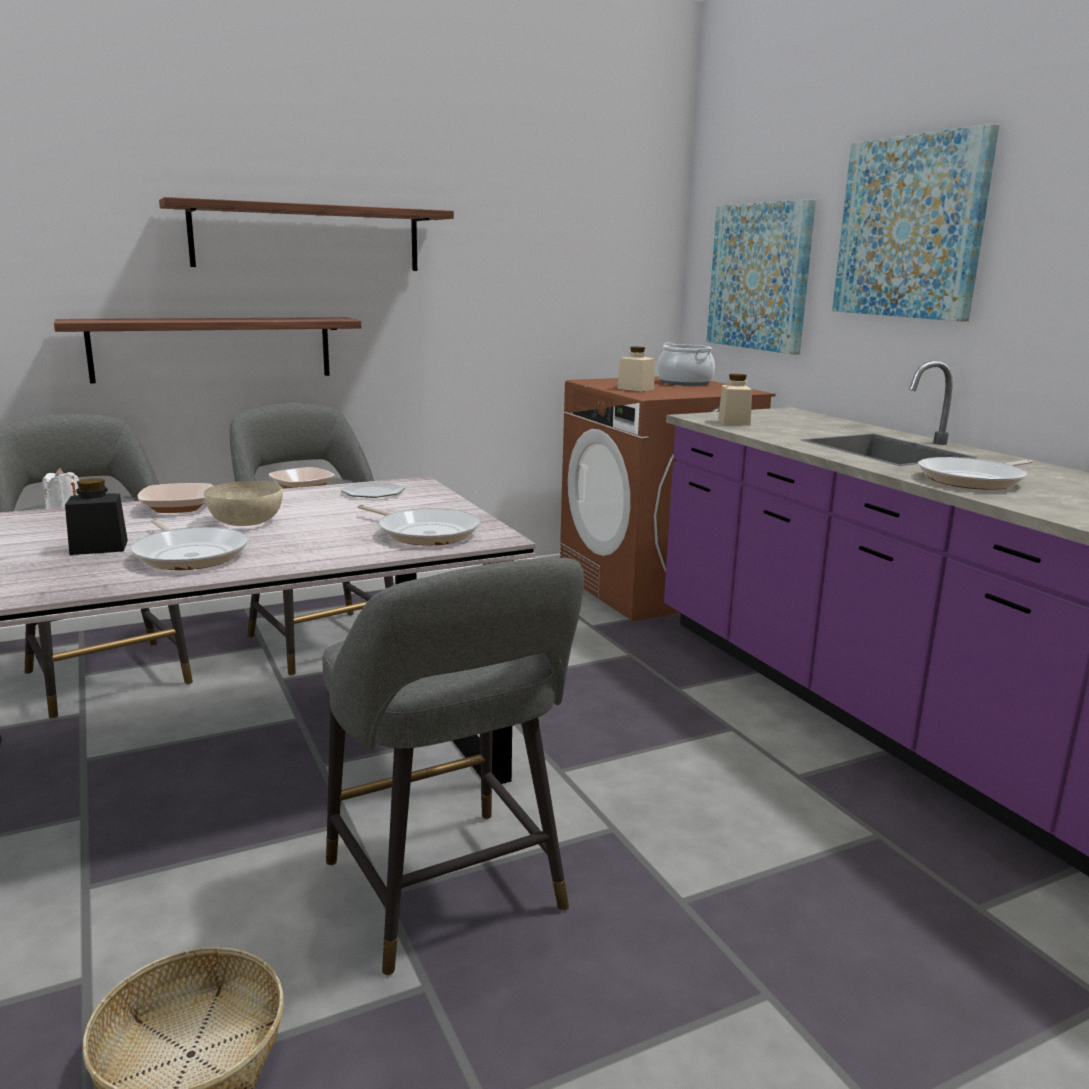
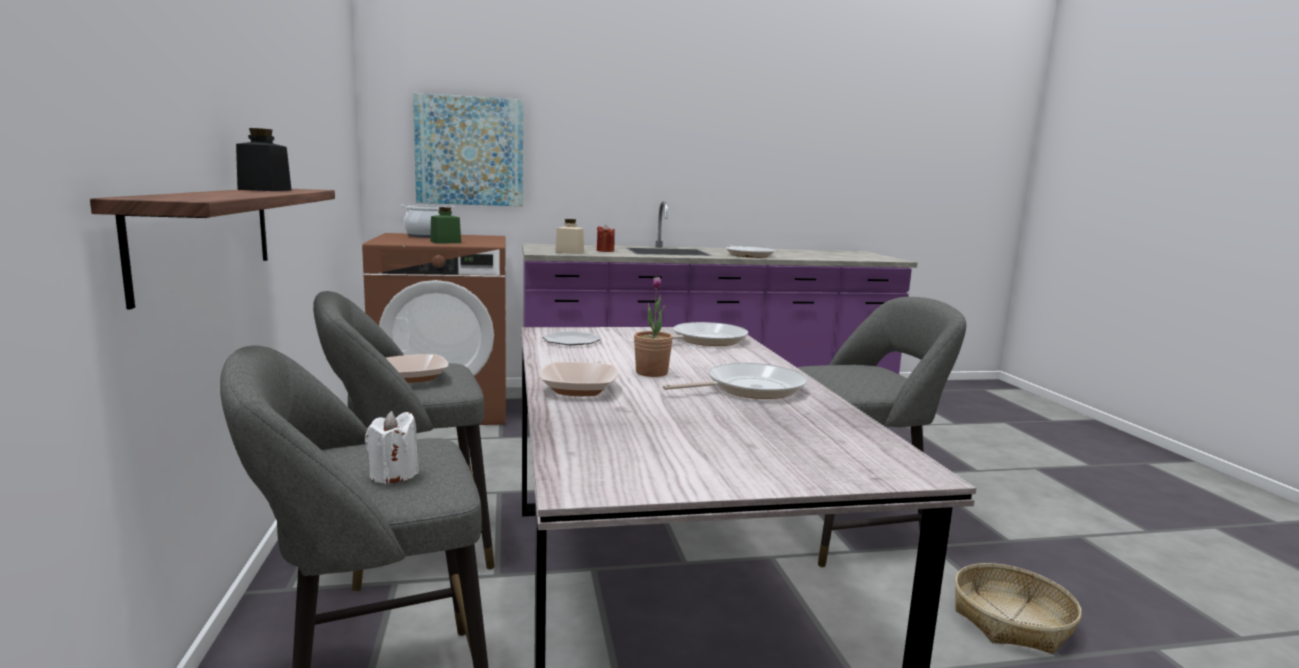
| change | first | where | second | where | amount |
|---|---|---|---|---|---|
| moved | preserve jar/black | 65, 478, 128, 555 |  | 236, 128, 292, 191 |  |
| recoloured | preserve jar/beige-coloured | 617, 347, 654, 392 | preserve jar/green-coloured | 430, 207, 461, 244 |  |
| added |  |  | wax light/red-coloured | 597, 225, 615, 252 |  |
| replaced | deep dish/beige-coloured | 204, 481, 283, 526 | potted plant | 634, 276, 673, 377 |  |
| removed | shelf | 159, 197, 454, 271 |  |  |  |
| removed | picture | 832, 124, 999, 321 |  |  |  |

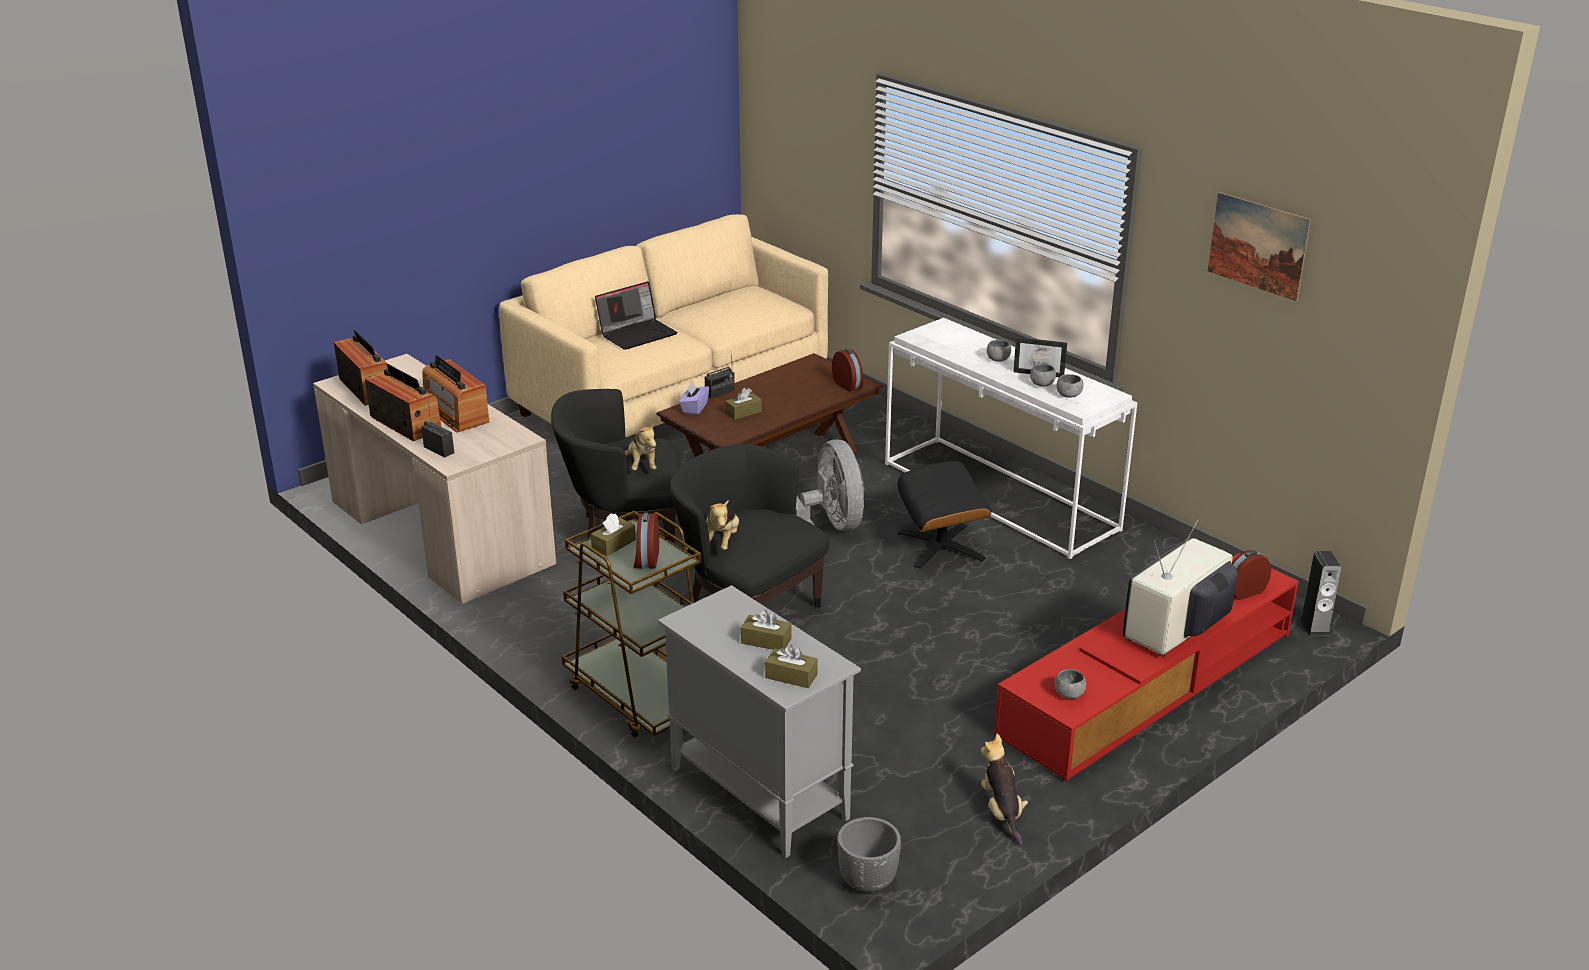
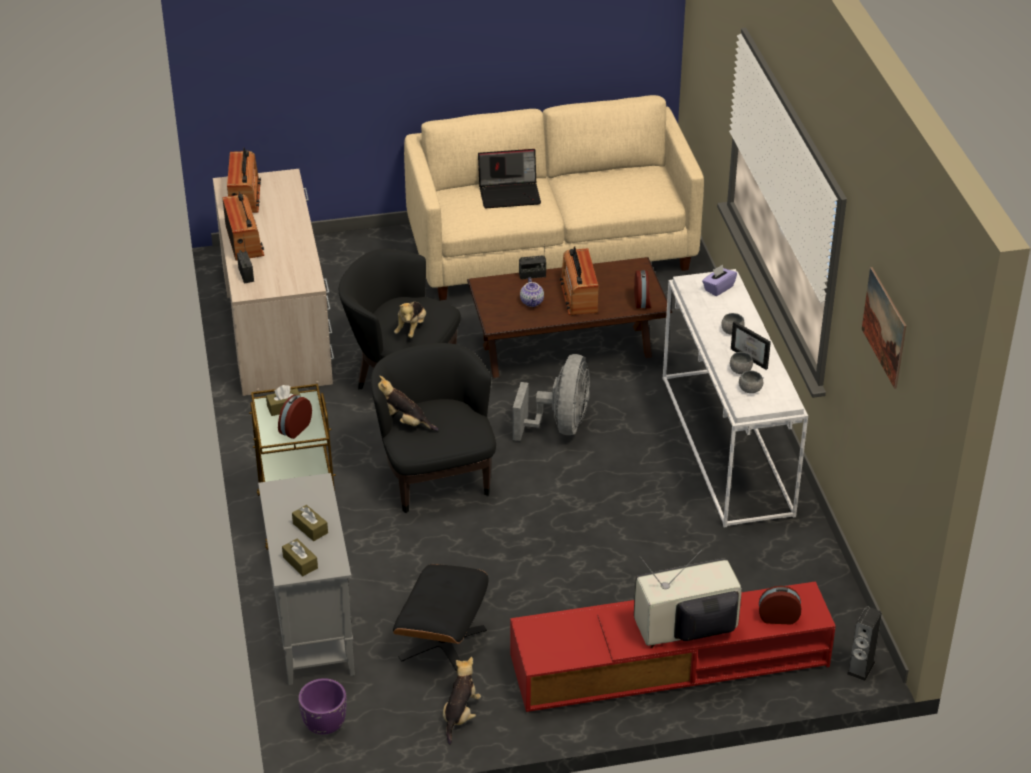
| change | first | where | second | where | amount |
|---|---|---|---|---|---|
| recoloured | plant pot/grey | 837, 817, 901, 893 | plant pot/purplish | 298, 678, 347, 735 |  |
| turned | soft toy | 706, 500, 739, 550 |  | 378, 376, 439, 431 | 75 degrees clockwise |
| moved | pouffe/black | 897, 461, 991, 569 |  | 393, 564, 488, 671 |  |
| replaced | box of tissues/brownish | 725, 388, 762, 420 | teapot | 520, 277, 544, 307 |  |
| moved | radio | 422, 355, 489, 433 |  | 560, 246, 598, 315 |  |
| moved | box of tissues/purplish | 679, 381, 709, 415 |  | 702, 265, 737, 296 |  |
| removed | deep dish/grey | 1055, 669, 1086, 699 |  |  |  |

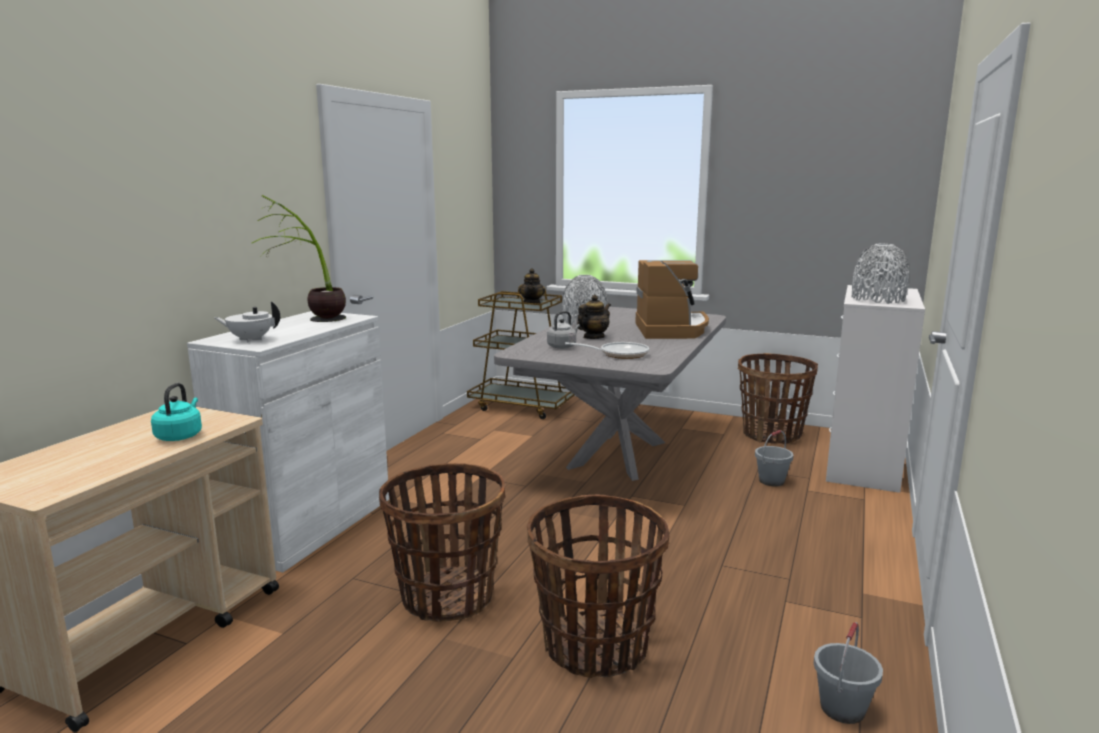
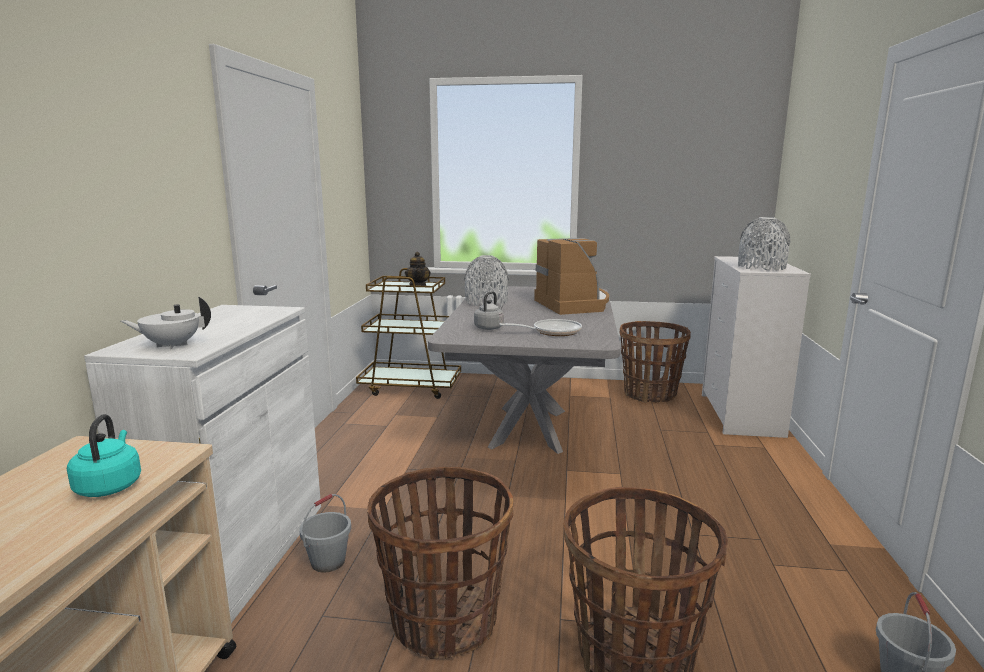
| change | first | where | second | where | amount |
|---|---|---|---|---|---|
| moved | bucket/grey | 755, 430, 793, 486 |  | 299, 494, 351, 573 |  |
| removed | potted plant | 252, 195, 346, 322 |  |  |  |
| removed | teapot | 577, 295, 611, 339 |  |  |  |

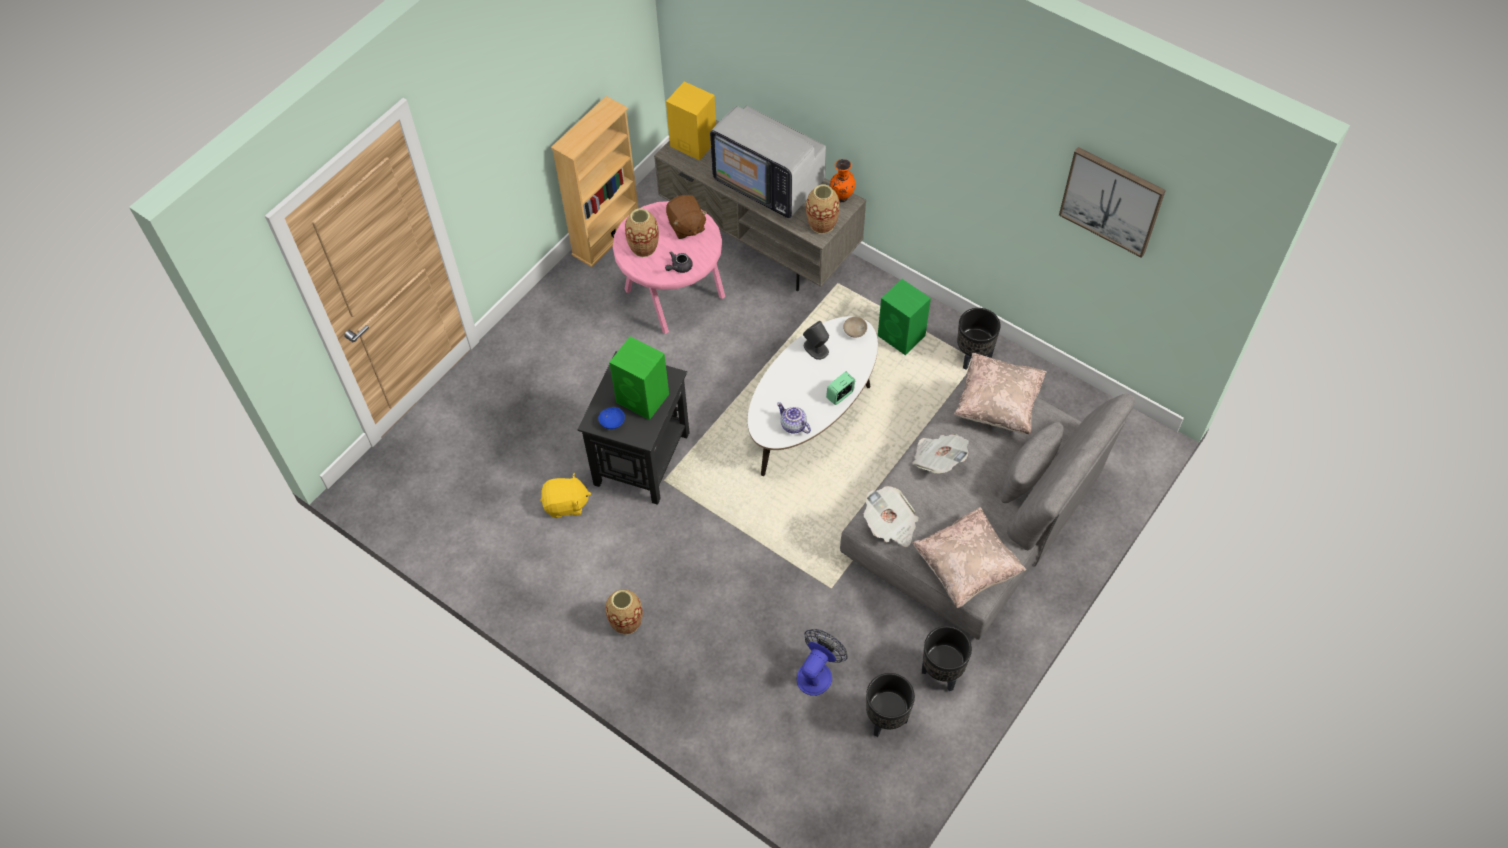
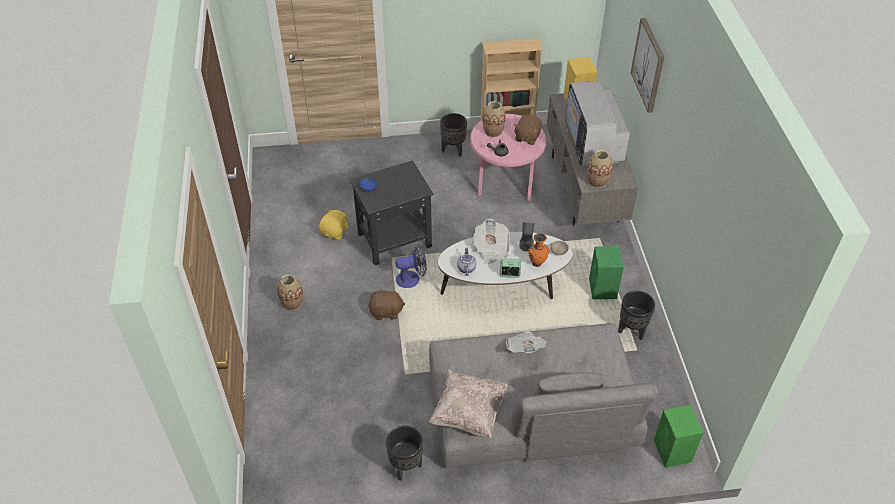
| change | first | where | second | where | amount |
|---|---|---|---|---|---|
| turned | soft toy/yellow | 541, 473, 591, 518 |  | 319, 209, 349, 240 | 105 degrees counterclockwise |
| added |  |  | soft toy/brownish | 368, 288, 405, 320 |  |
| moved | fan | 797, 629, 848, 696 |  | 395, 244, 427, 288 |  |
| moved | plant pot/black | 866, 673, 915, 737 |  | 440, 113, 467, 157 |  |
| moved | daily paper | 864, 486, 918, 547 |  | 473, 219, 510, 264 |  |
| moved | flower vase/orange-coloured | 830, 159, 855, 202 |  | 528, 233, 550, 267 |  |
| moved | picture | 1059, 147, 1166, 258 |  | 631, 18, 664, 113 |  |
| moved | speaker/green-coloured | 609, 337, 669, 420 |  | 654, 405, 704, 468 |  |
| removed | throw pillow/beige-coloured | 954, 353, 1047, 434 |  |  |  |

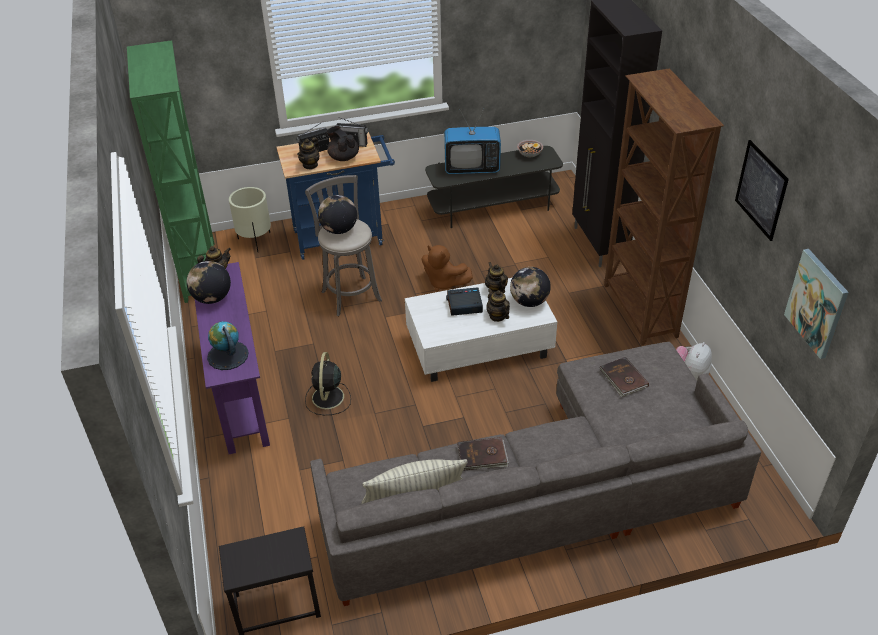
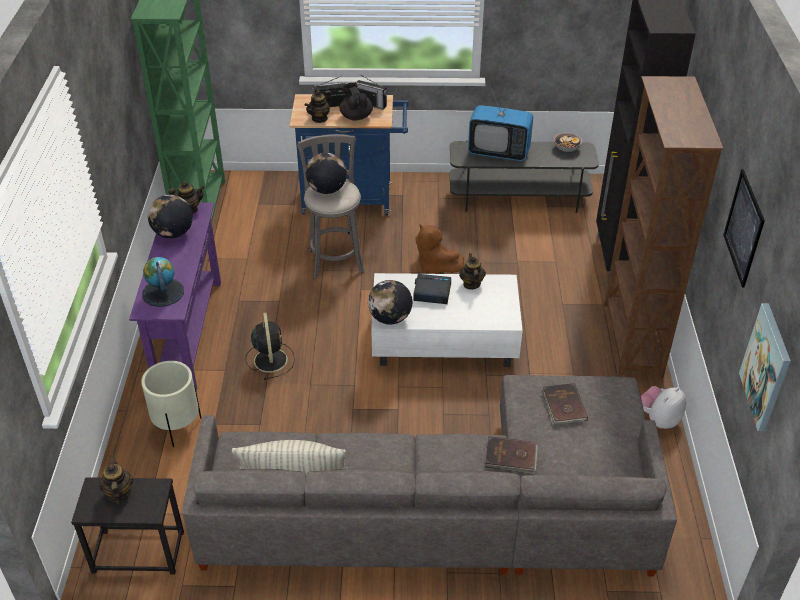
| change | first | where | second | where | amount |
|---|---|---|---|---|---|
| moved | teapot | 487, 288, 510, 322 |  | 99, 455, 134, 504 |  |
| moved | plant pot/beige-coloured | 229, 187, 271, 252 |  | 141, 361, 201, 447 |  |
| turned | fan/black | 305, 352, 351, 415 |  | 245, 313, 295, 380 | 150 degrees clockwise |
| moved | world globe | 510, 267, 551, 307 |  | 368, 280, 412, 325 |  |
| moved | book/brownish | 458, 437, 509, 471 |  | 484, 436, 538, 474 |  |

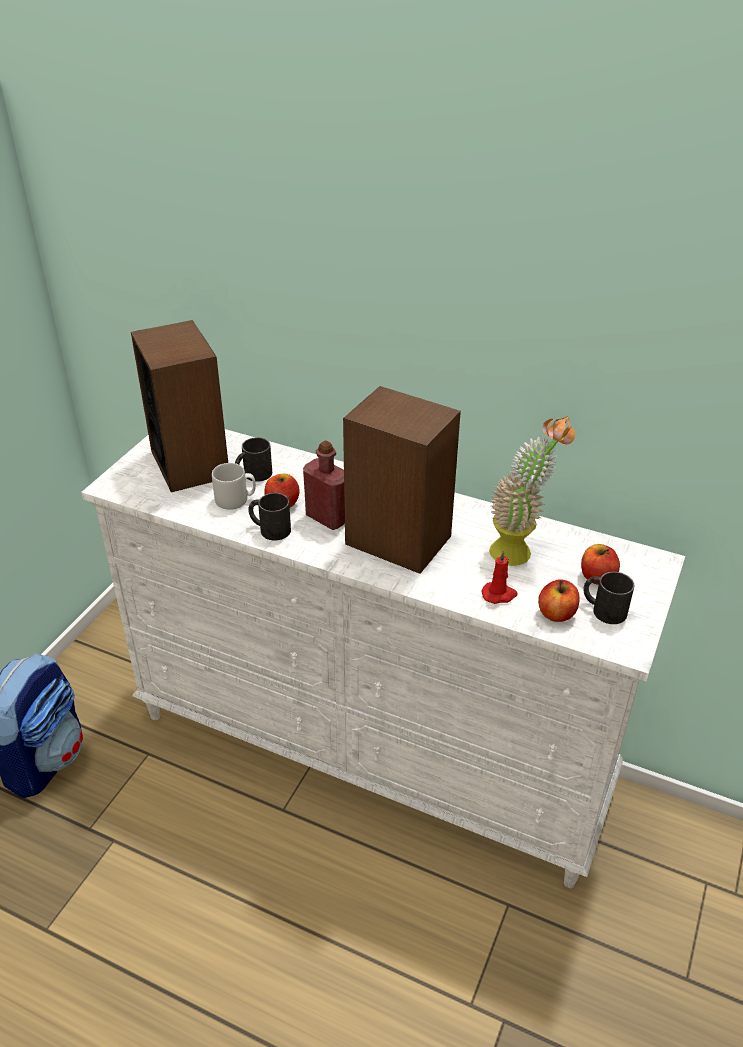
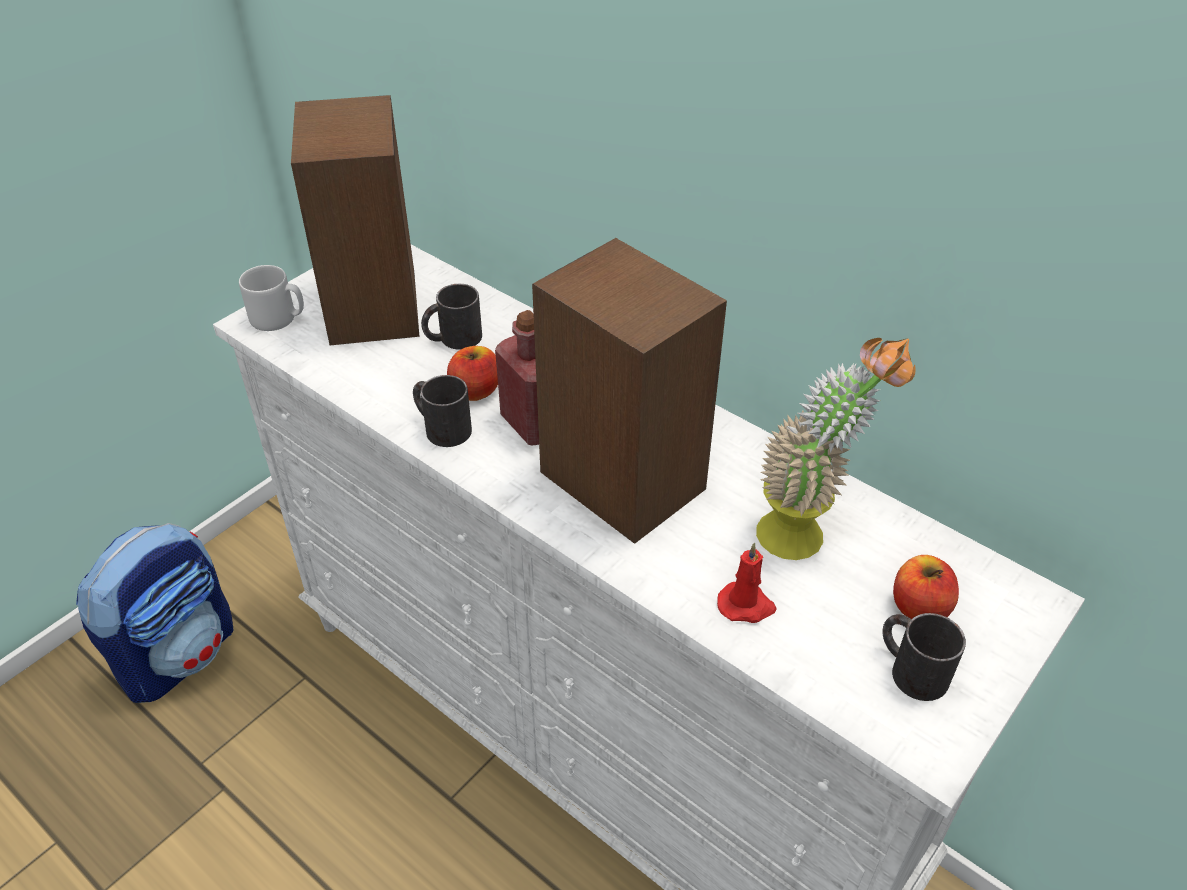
| change | first | where | second | where | amount |
|---|---|---|---|---|---|
| moved | tea mug/grey | 212, 463, 256, 510 |  | 239, 265, 304, 331 |  |
| removed | whole apple | 538, 580, 580, 622 |  |  |  |

